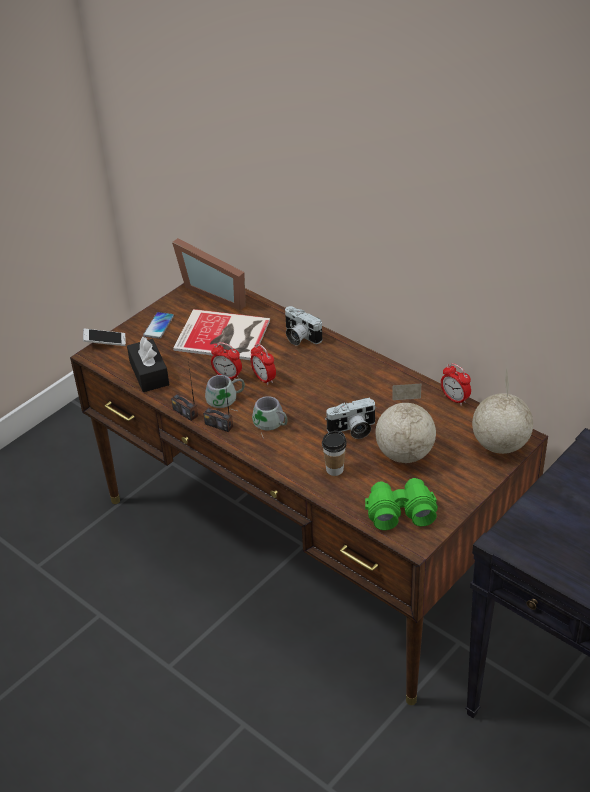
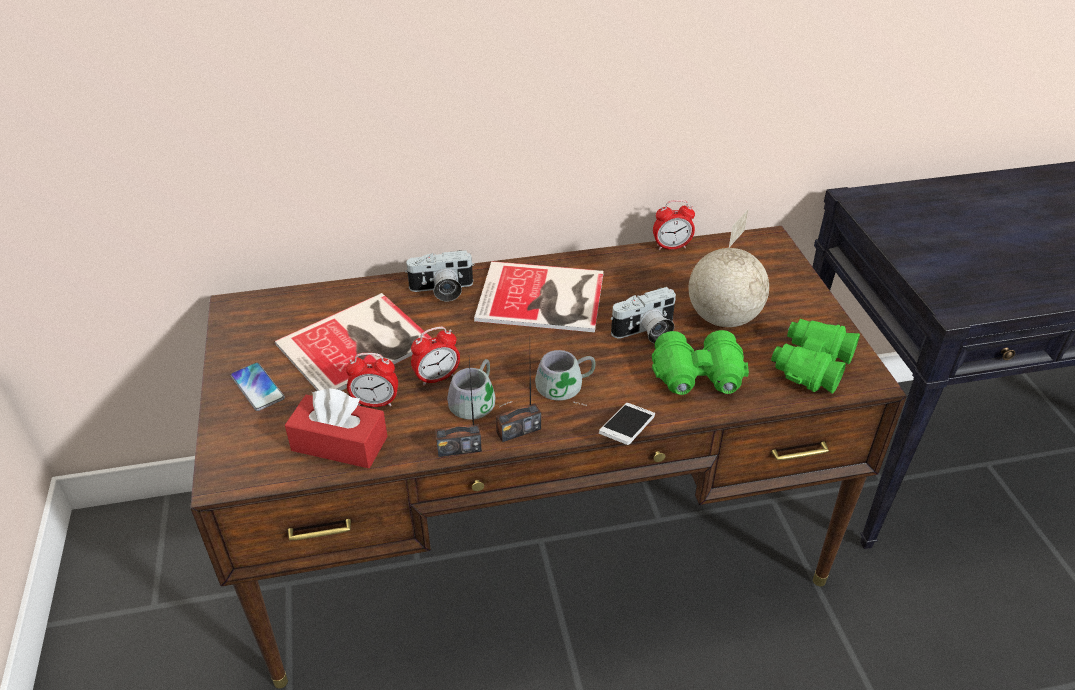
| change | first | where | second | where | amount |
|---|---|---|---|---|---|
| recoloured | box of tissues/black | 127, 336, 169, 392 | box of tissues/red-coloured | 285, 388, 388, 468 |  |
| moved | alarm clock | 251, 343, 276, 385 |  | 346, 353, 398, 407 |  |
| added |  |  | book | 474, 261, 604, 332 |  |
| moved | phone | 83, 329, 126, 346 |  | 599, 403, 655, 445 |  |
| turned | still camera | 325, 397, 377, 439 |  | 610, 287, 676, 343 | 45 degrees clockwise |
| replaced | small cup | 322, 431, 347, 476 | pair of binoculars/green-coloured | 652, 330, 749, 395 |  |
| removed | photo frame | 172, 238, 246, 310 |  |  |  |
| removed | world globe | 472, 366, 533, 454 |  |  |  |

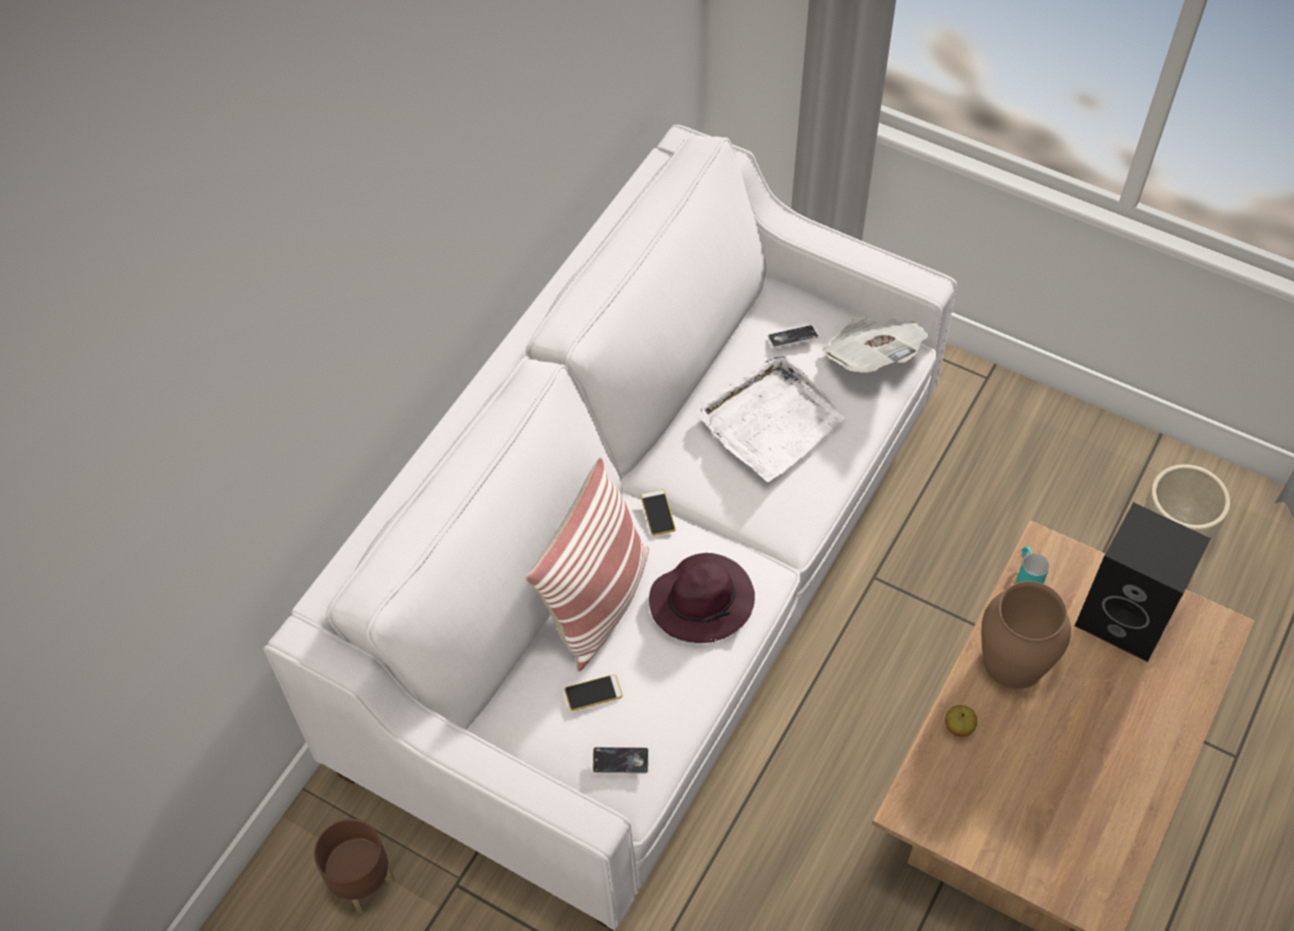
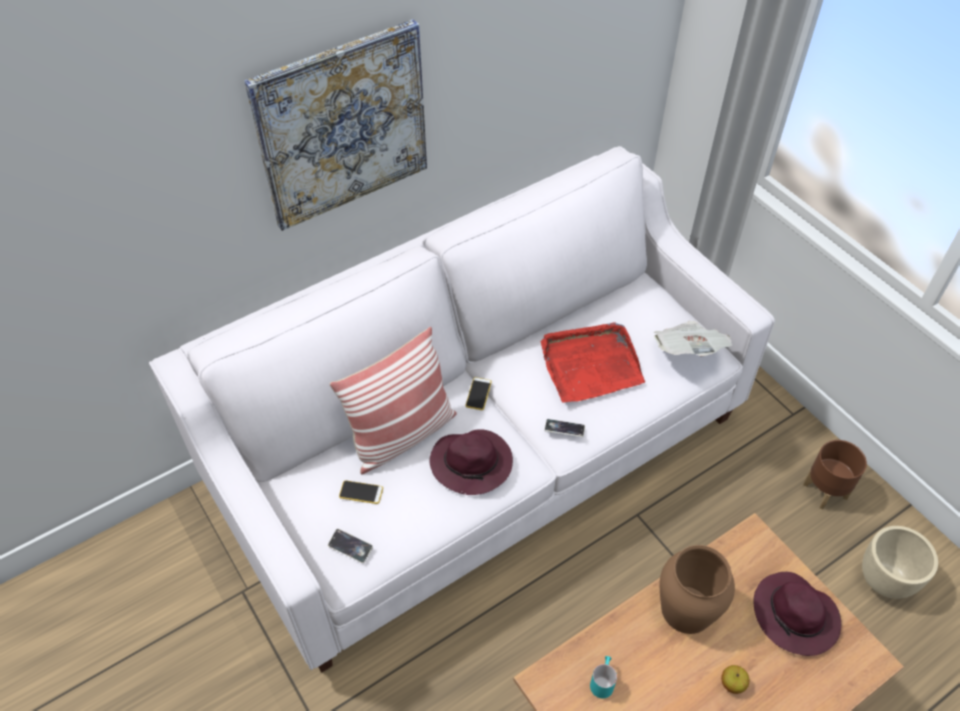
| change | first | where | second | where | amount |
|---|---|---|---|---|---|
| added |  |  | picture | 245, 19, 427, 231 |  |
| recoloured | carrying tray/white-coloured | 700, 356, 845, 482 | carrying tray/red-coloured | 541, 323, 645, 403 |  |
| moved | phone | 768, 325, 819, 348 |  | 544, 419, 585, 437 |  |
| moved | tea mug/turquoise-coloured | 1017, 546, 1050, 584 |  | 590, 656, 617, 699 |  |
| moved | whole apple | 945, 705, 977, 737 |  | 721, 665, 749, 694 |  |
| replaced | speaker/black | 1075, 502, 1211, 662 | clothing hat/purplish | 753, 572, 841, 656 |  |
| moved | plant pot/brownish | 314, 818, 394, 914 |  | 803, 440, 867, 509 |  |

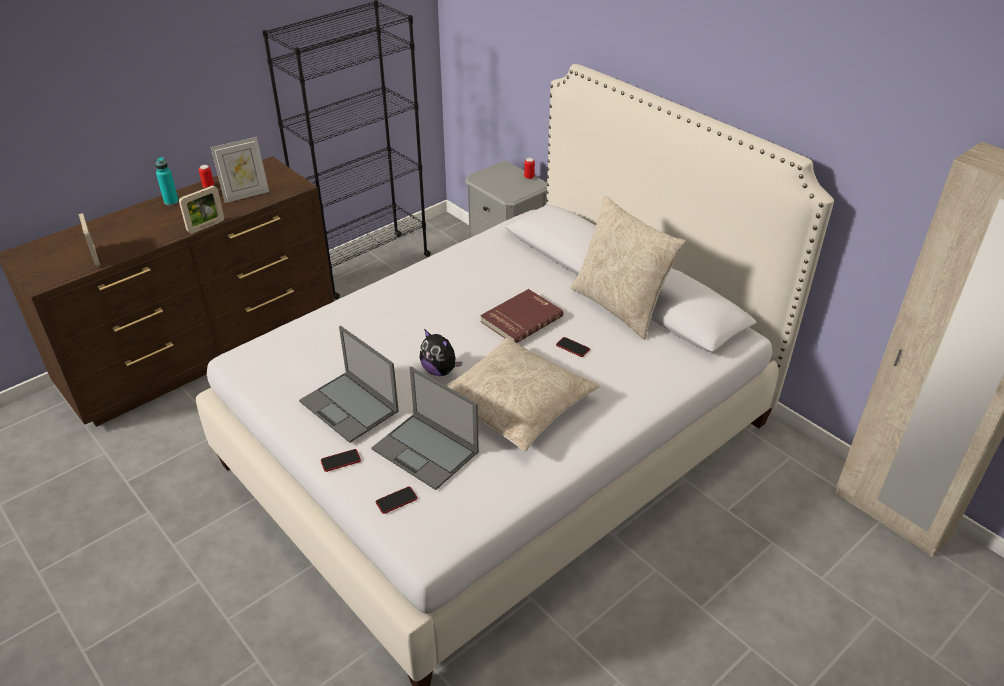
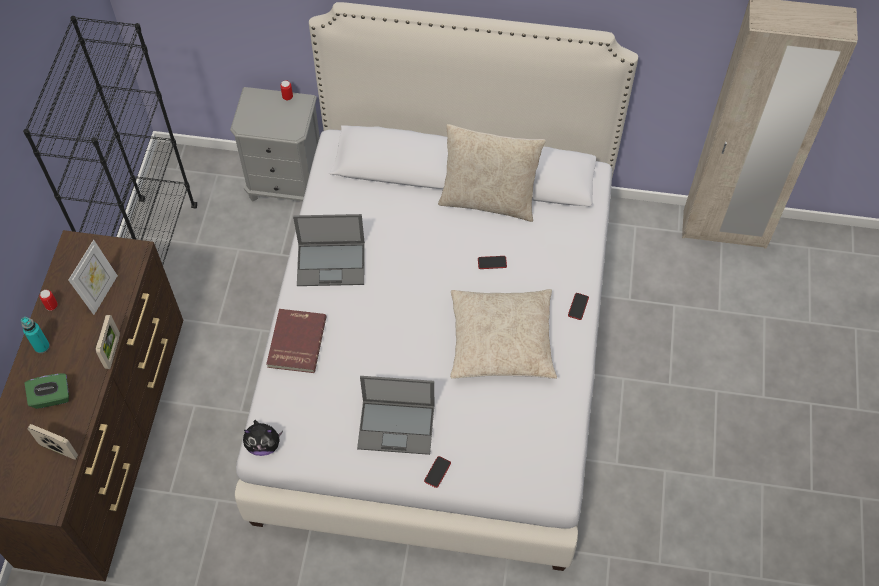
| change | first | where | second | where | amount |
|---|---|---|---|---|---|
| added |  |  | box of tissues/green-coloured | 24, 374, 69, 409 |  |
| moved | soft toy | 420, 329, 462, 376 |  | 243, 420, 283, 456 |  |
| moved | book/red-coloured | 480, 289, 564, 343 |  | 266, 309, 327, 373 |  |
| moved | laptop | 371, 367, 479, 490 |  | 293, 214, 365, 286 |  |
| moved | phone | 376, 487, 418, 514 |  | 568, 293, 589, 320 |  |

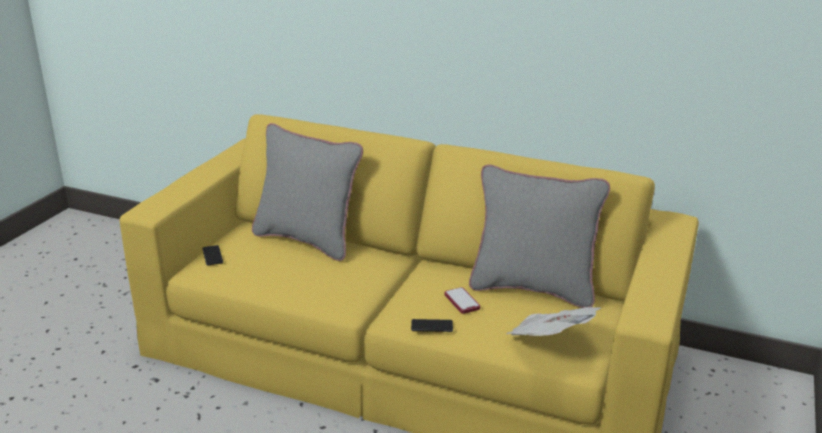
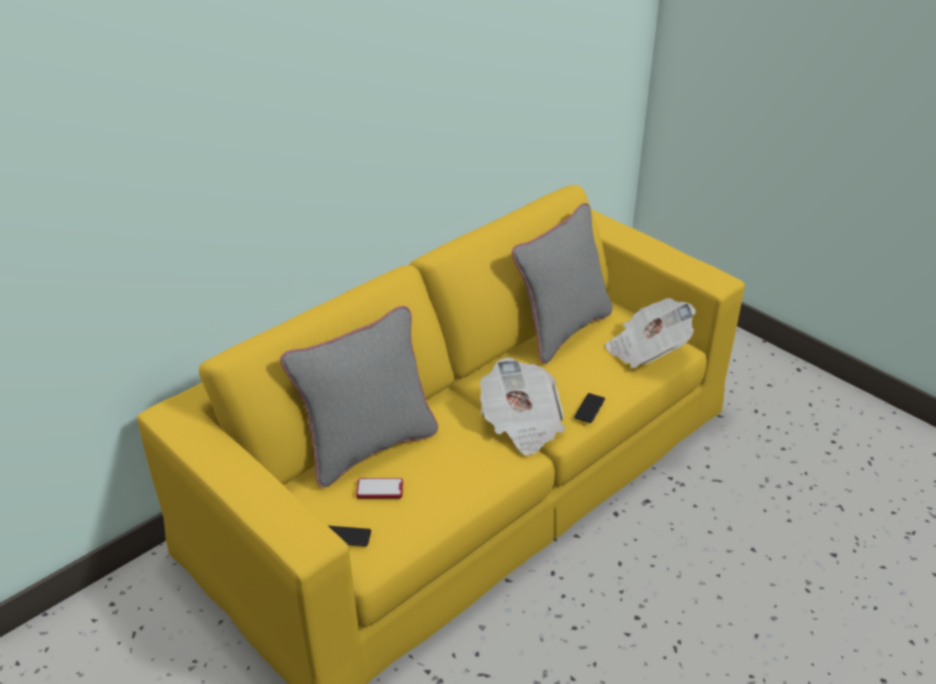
| change | first | where | second | where | amount |
|---|---|---|---|---|---|
| moved | phone | 445, 287, 480, 314 |  | 356, 478, 403, 499 |  |
| added |  |  | daily paper | 480, 357, 565, 456 |  |

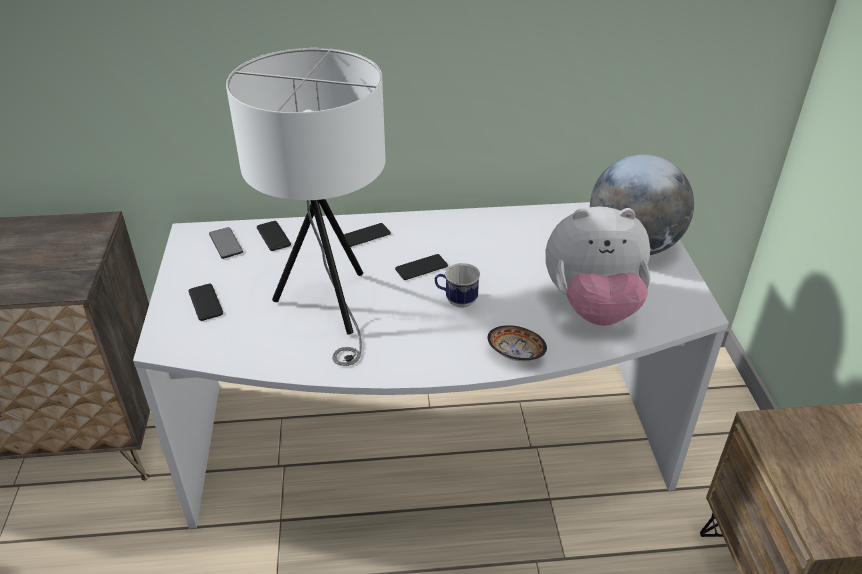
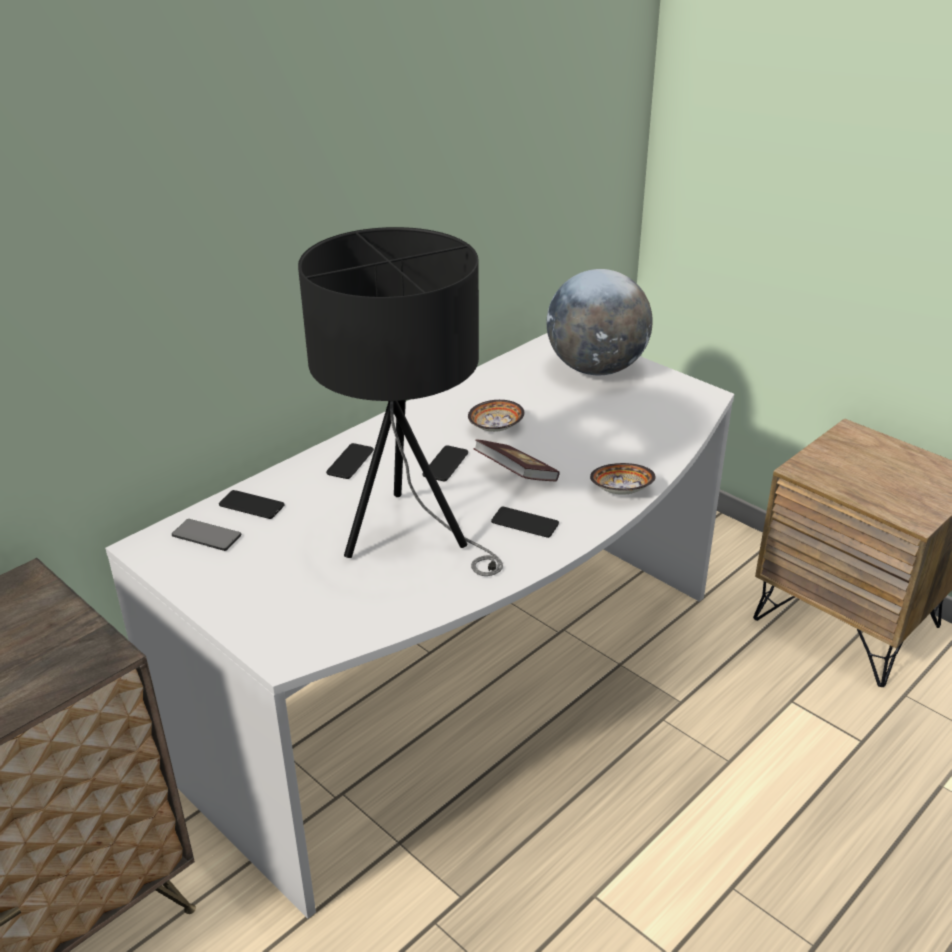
| change | first | where | second | where | amount |
|---|---|---|---|---|---|
| recoloured | lamp for a table/white-coloured | 226, 48, 386, 366 | lamp for a table/black | 298, 227, 503, 576 |  |
| added |  |  | deep dish | 468, 400, 524, 432 |  |
| replaced | tea mug | 435, 263, 480, 308 | book | 473, 440, 560, 481 |  |
| moved | phone | 188, 284, 223, 321 |  | 491, 506, 559, 538 |  |
| removed | soft toy | 546, 207, 650, 326 |  |  |  |

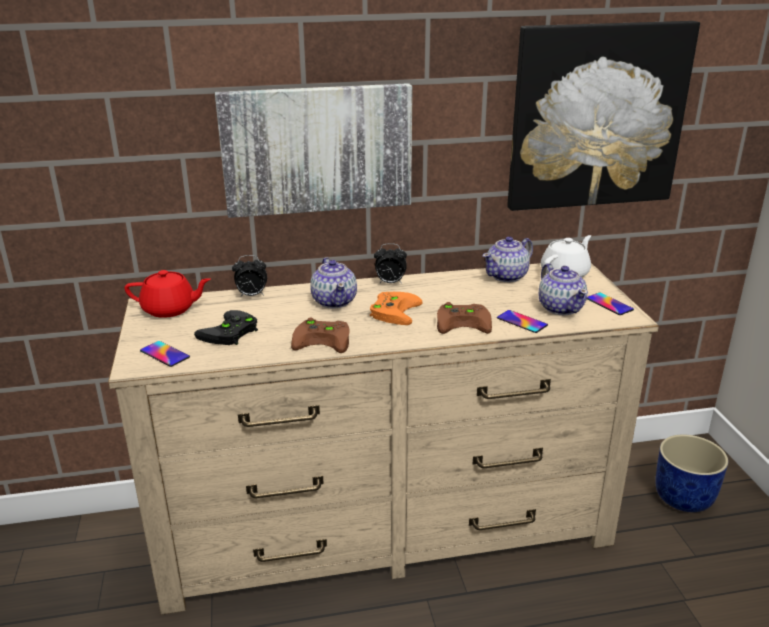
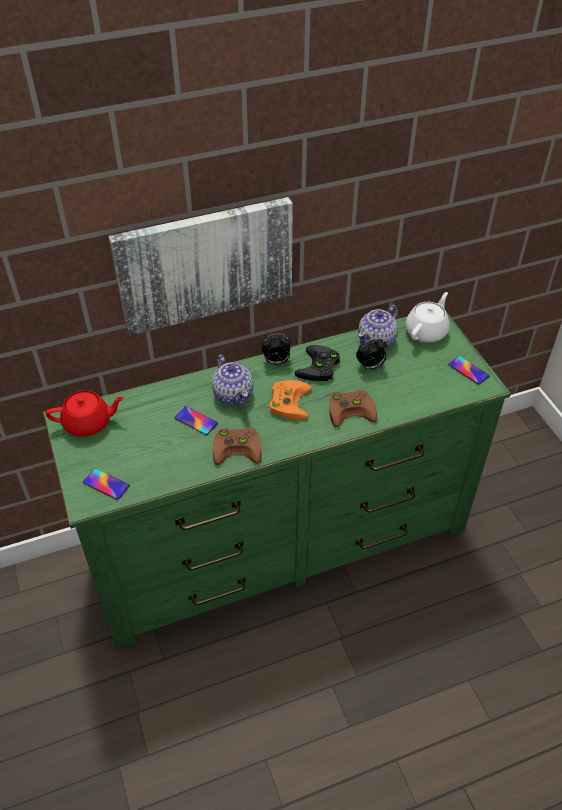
| change | first | where | second | where | amount |
|---|---|---|---|---|---|
| recoloured | chest of drawers/beige-coloured | 108, 263, 659, 615 | chest of drawers/green-coloured | 43, 312, 511, 649 |  |
| moved | phone | 497, 310, 548, 333 |  | 174, 406, 218, 435 |  |
| moved | game controller/black | 194, 310, 258, 345 |  | 295, 345, 340, 381 |  |
| moved | alarm clock | 232, 255, 267, 297 |  | 356, 338, 387, 370 |  |
| removed | picture | 507, 21, 700, 211 |  |  |  |
| removed | teapot | 539, 263, 588, 315 |  |  |  |
| removed | plant pot/bluish | 655, 434, 728, 512 |  |  |  |

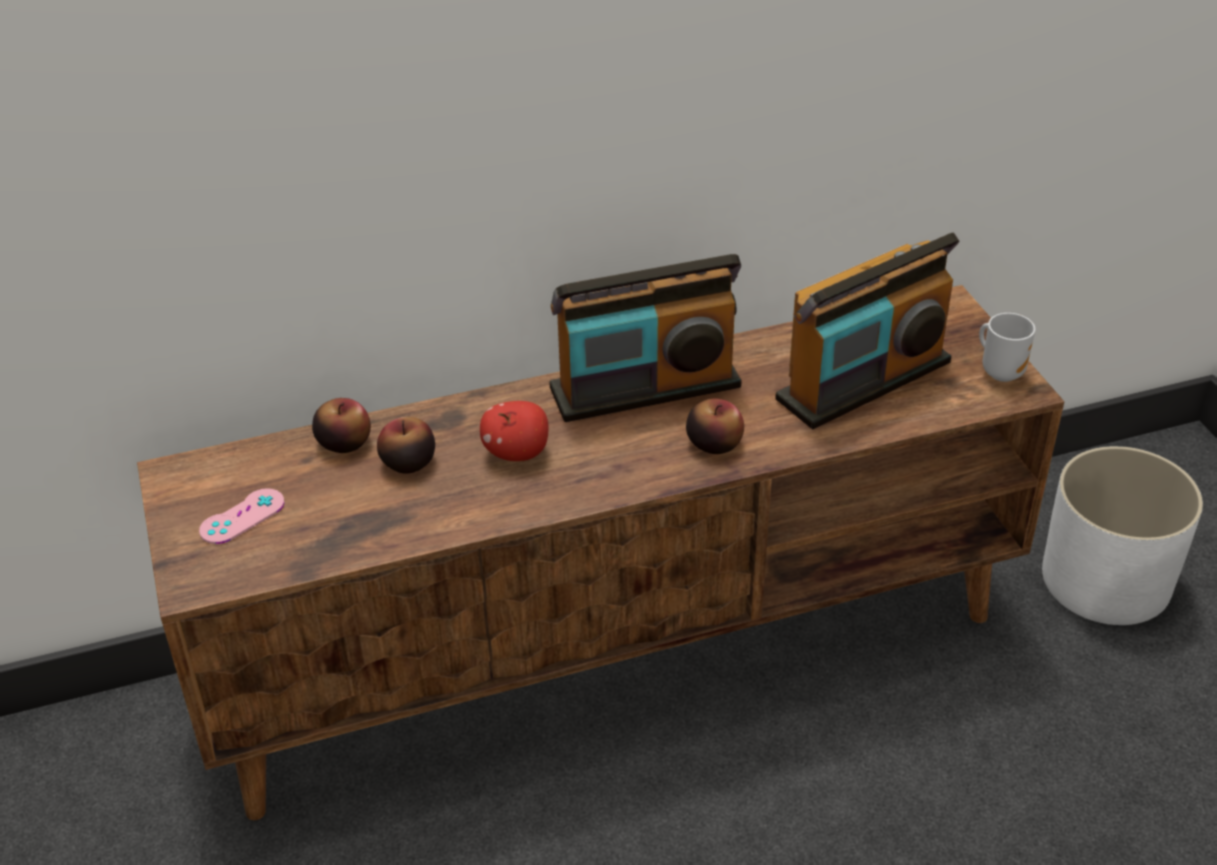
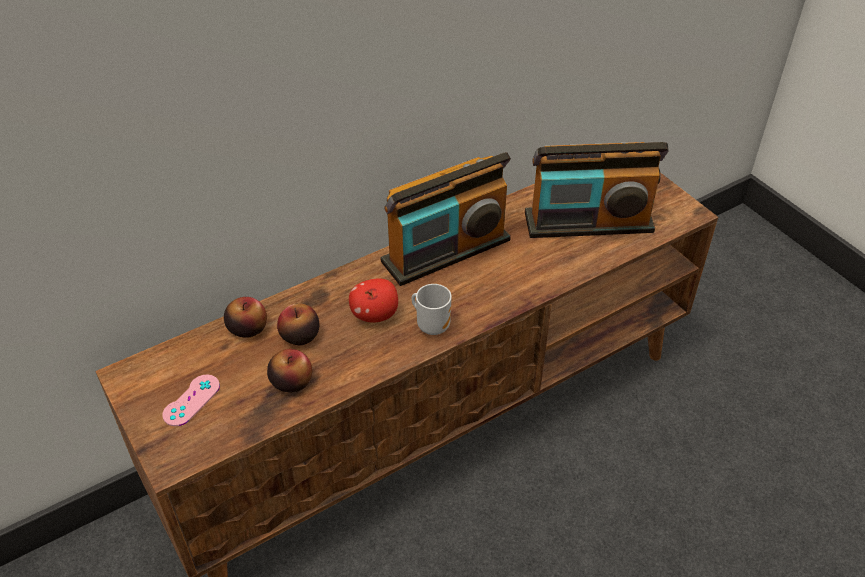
| change | first | where | second | where | amount |
|---|---|---|---|---|---|
| moved | whole apple | 686, 398, 744, 454 |  | 267, 349, 312, 393 |  |
| moved | tea mug | 979, 313, 1035, 382 |  | 411, 284, 452, 335 |  |
| turned | radio | 775, 233, 960, 429 |  | 525, 142, 669, 238 | 45 degrees clockwise |
| removed | plant pot/white-coloured | 1042, 446, 1203, 625 |  |  |  |

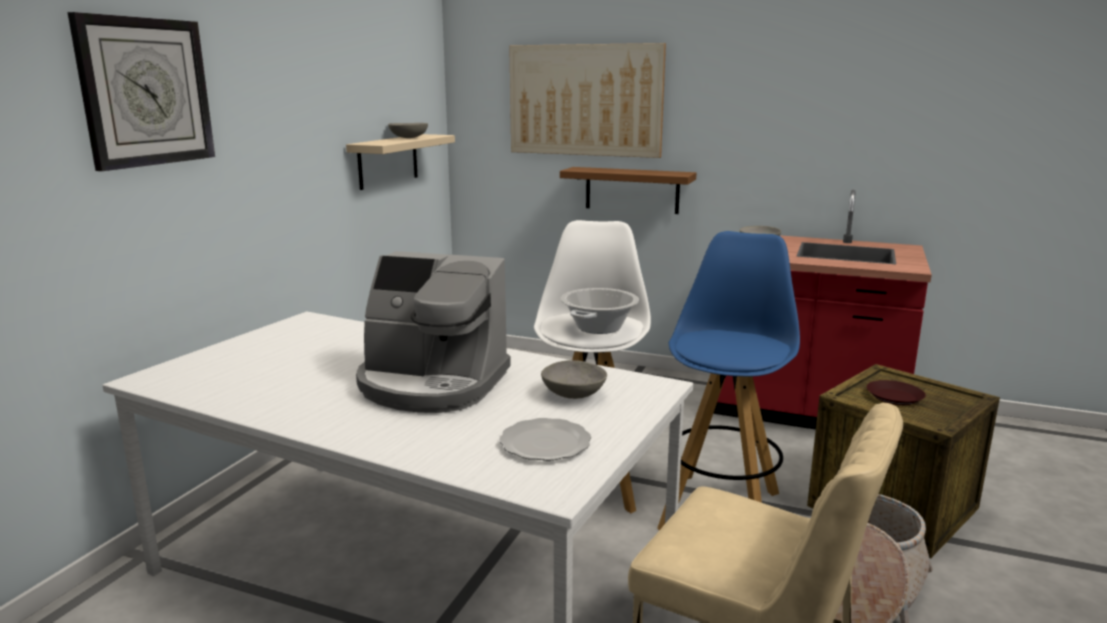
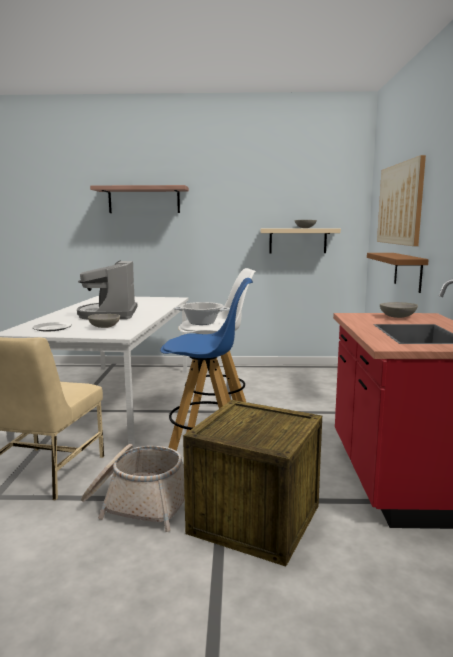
| change | first | where | second | where | amount |
|---|---|---|---|---|---|
| replaced | wall clock | 68, 12, 215, 171 | shelf | 90, 185, 189, 213 |  |
| removed | dinner plate/brownish | 867, 380, 926, 405 |  |  |  |

